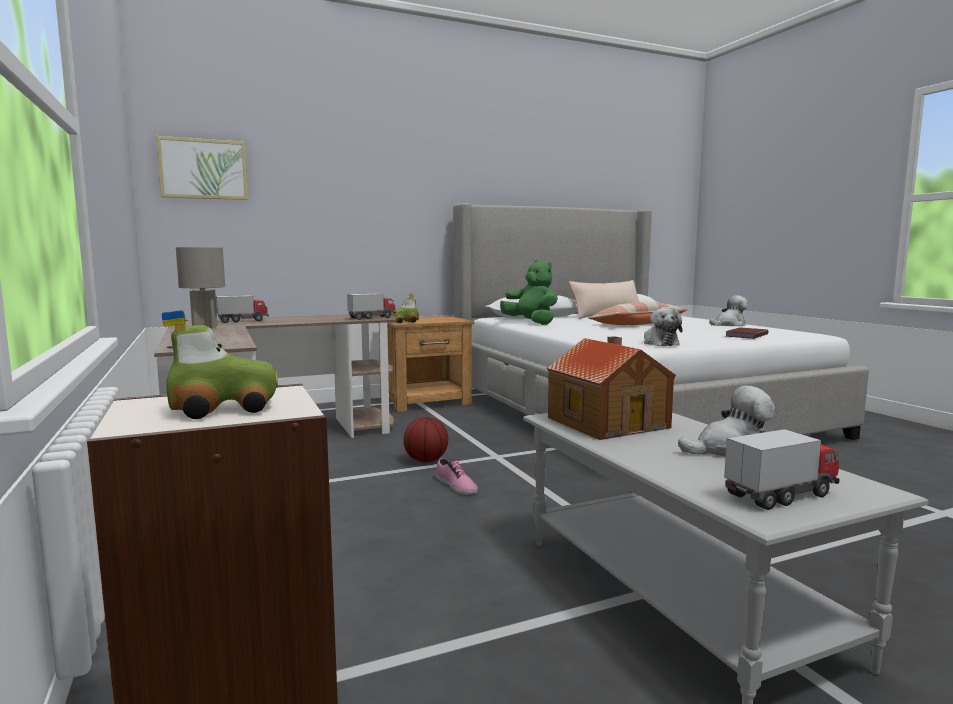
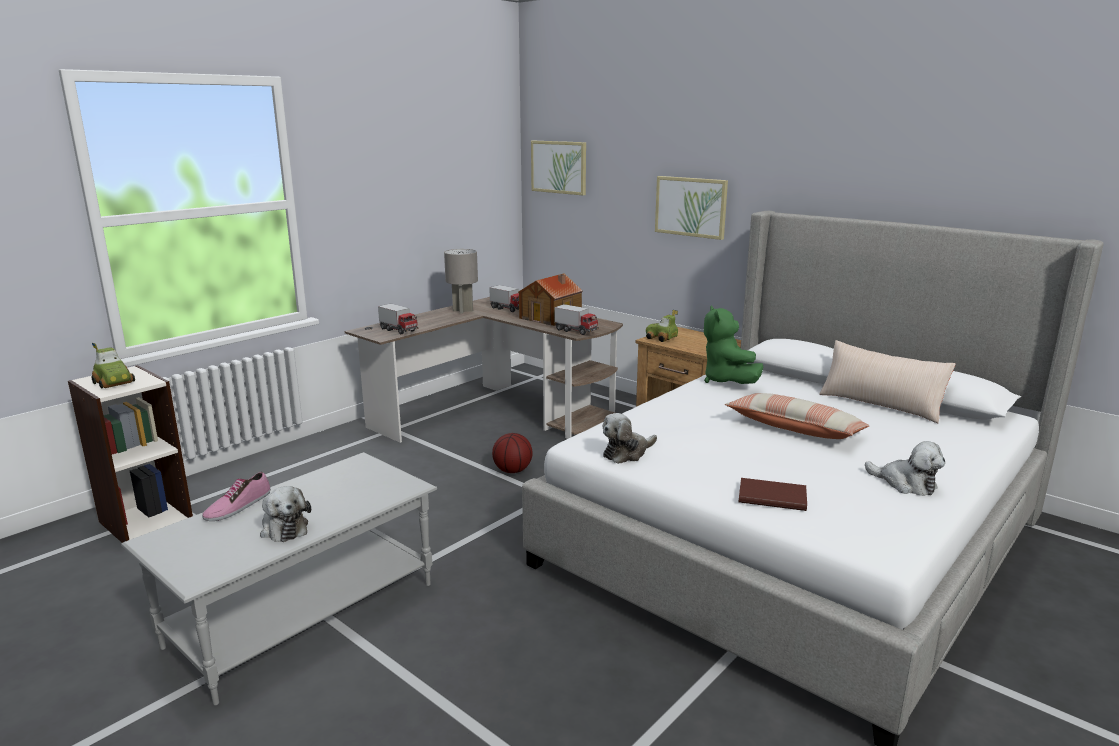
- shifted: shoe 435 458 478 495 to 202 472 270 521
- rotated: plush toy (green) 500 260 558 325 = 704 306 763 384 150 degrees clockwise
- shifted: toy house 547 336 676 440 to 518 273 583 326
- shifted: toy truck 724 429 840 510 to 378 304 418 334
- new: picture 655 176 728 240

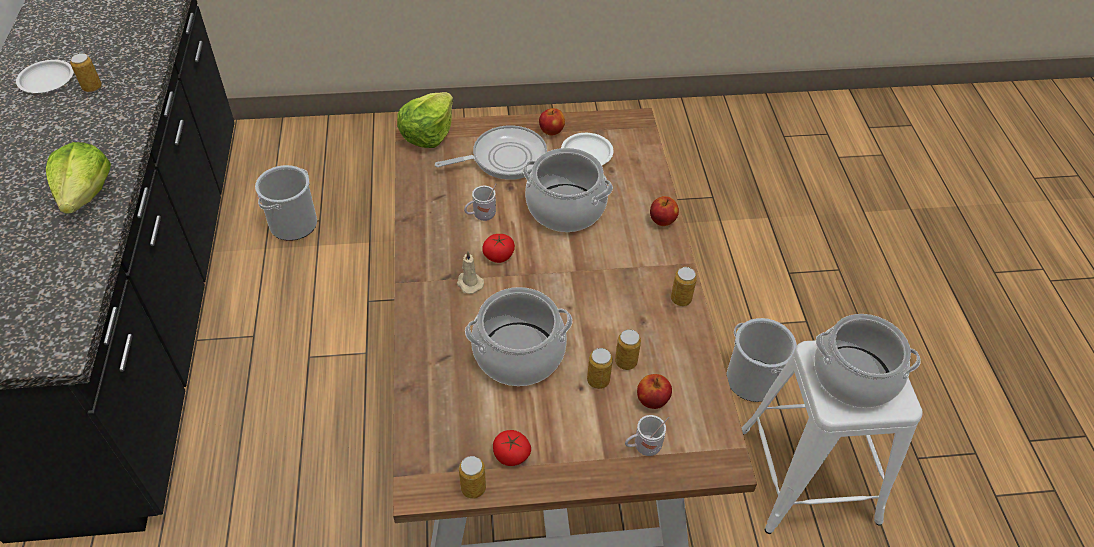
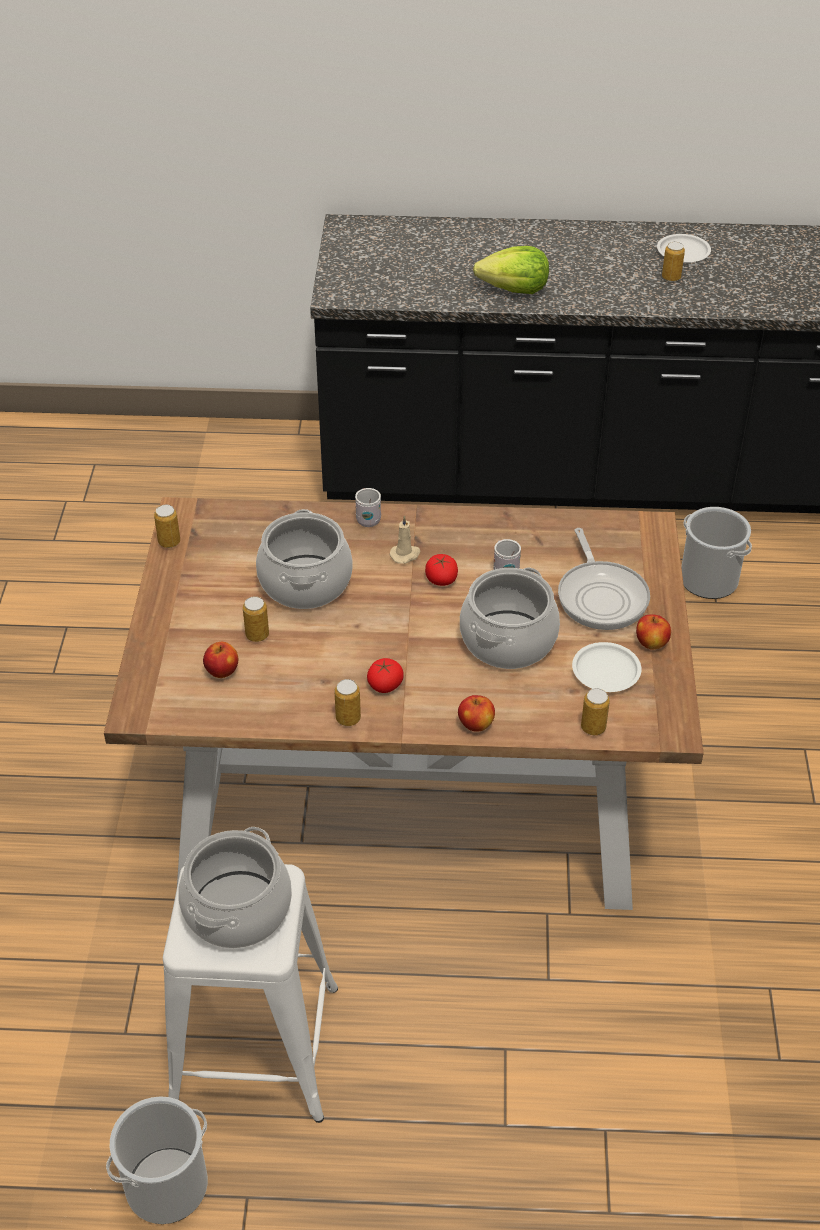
- gone: lettuce 397 92 453 148
- shifted: tomato 493 430 531 466 to 367 658 404 693
- shifted: can 615 329 641 370 to 581 688 610 735
- shifted: mug (white) 625 415 669 456 to 355 488 381 527
- shifted: bucket 726 318 797 402 to 106 1096 208 1224

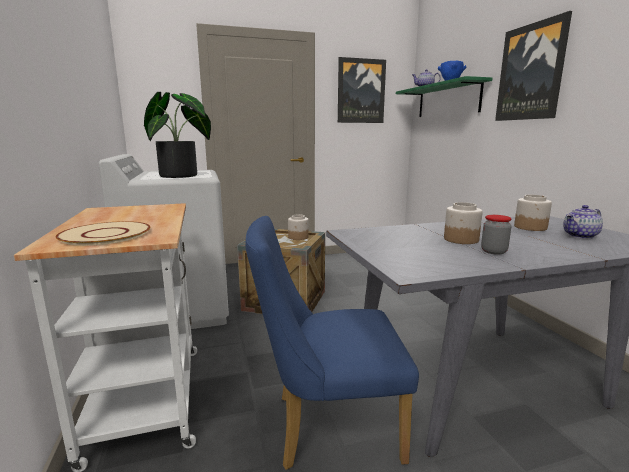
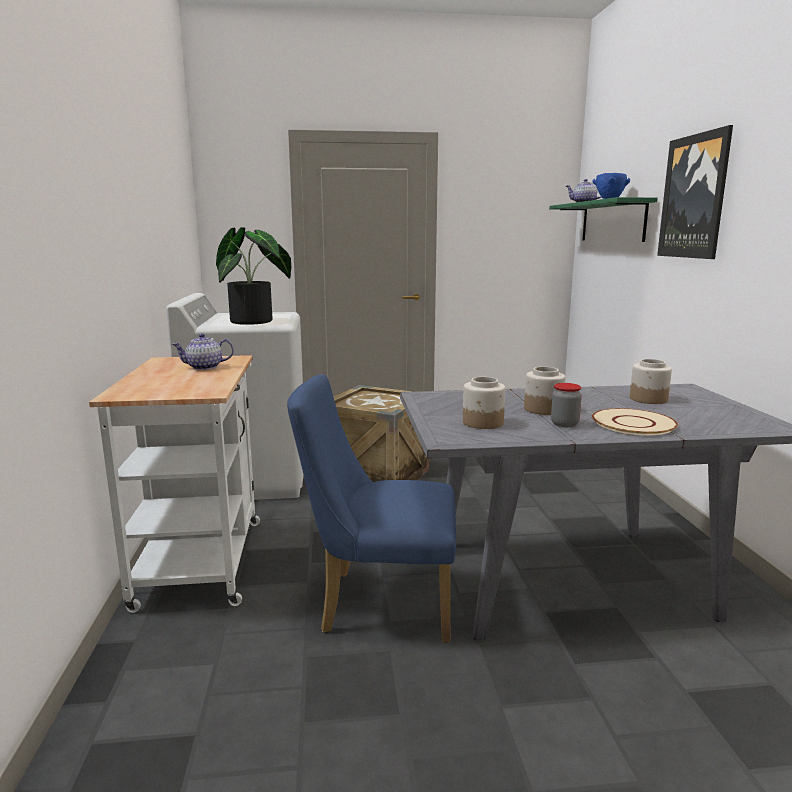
- shifted: plate (beige) 56 221 151 246 to 592 408 678 435
- shifted: jar 288 214 309 240 to 463 377 505 429
- gone: picture 338 57 386 123
- shifted: teapot 563 205 603 239 to 172 333 234 370

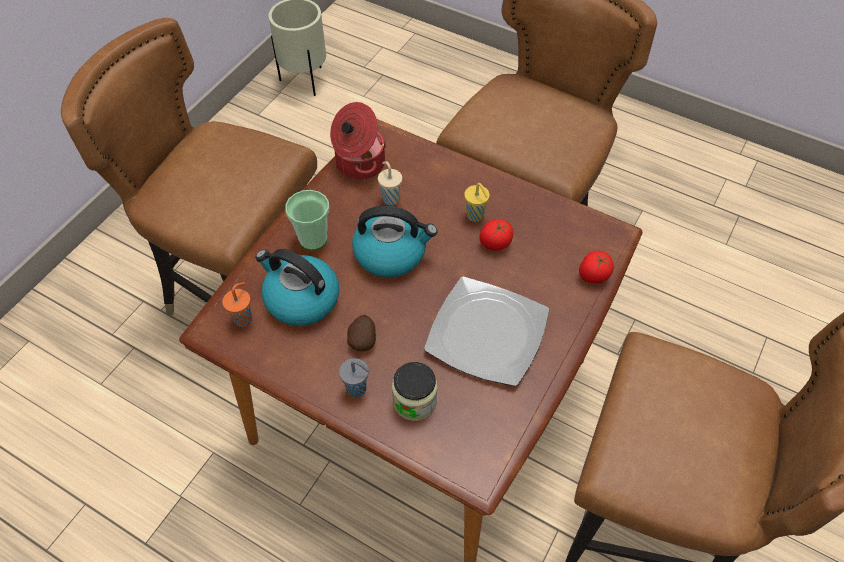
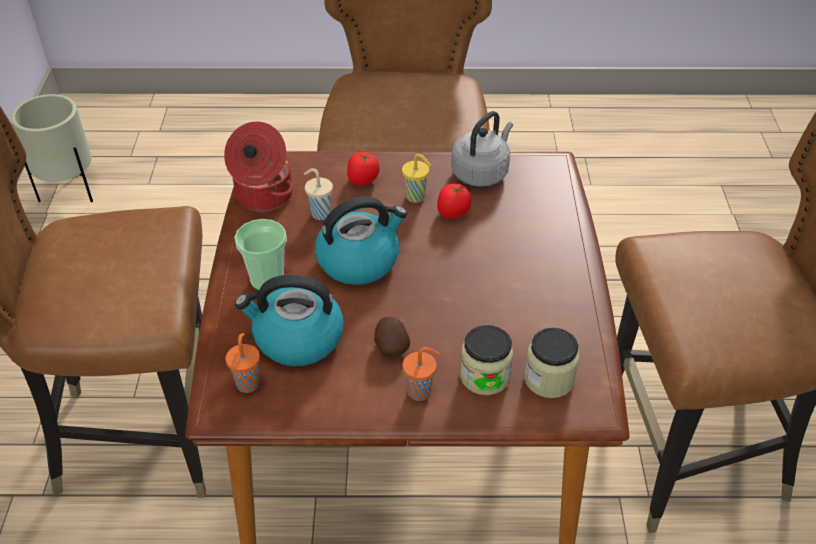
- repainted: cup (grey) 339 358 370 397 to cup (orange) 403 347 440 401
- gone: plate 424 277 549 386
- shifted: tomato 579 251 613 283 to 347 152 380 186
- new: kettle (grey) 451 111 513 187
- new: jar 524 327 579 398

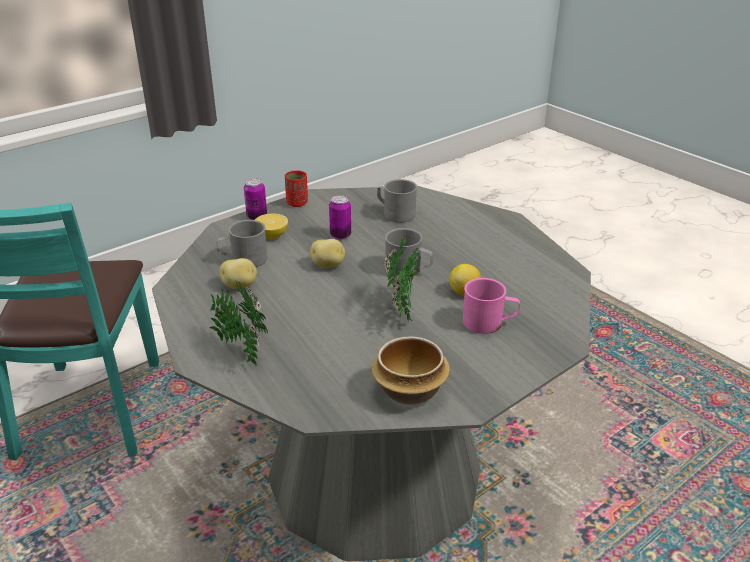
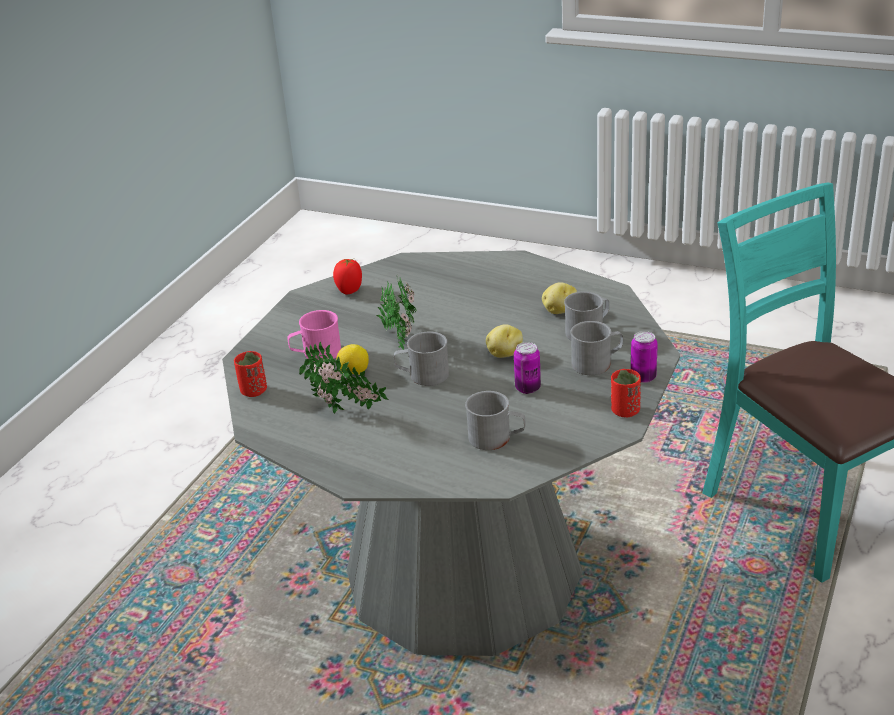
- shifted: potted plant 209 280 268 366 to 299 341 388 414
- swapped: lemon 255 214 288 239 to mug (grey) 570 321 623 375
- swapped: bowl 371 337 450 405 to tomato 333 259 362 294
- new: cup (red) 234 351 267 397

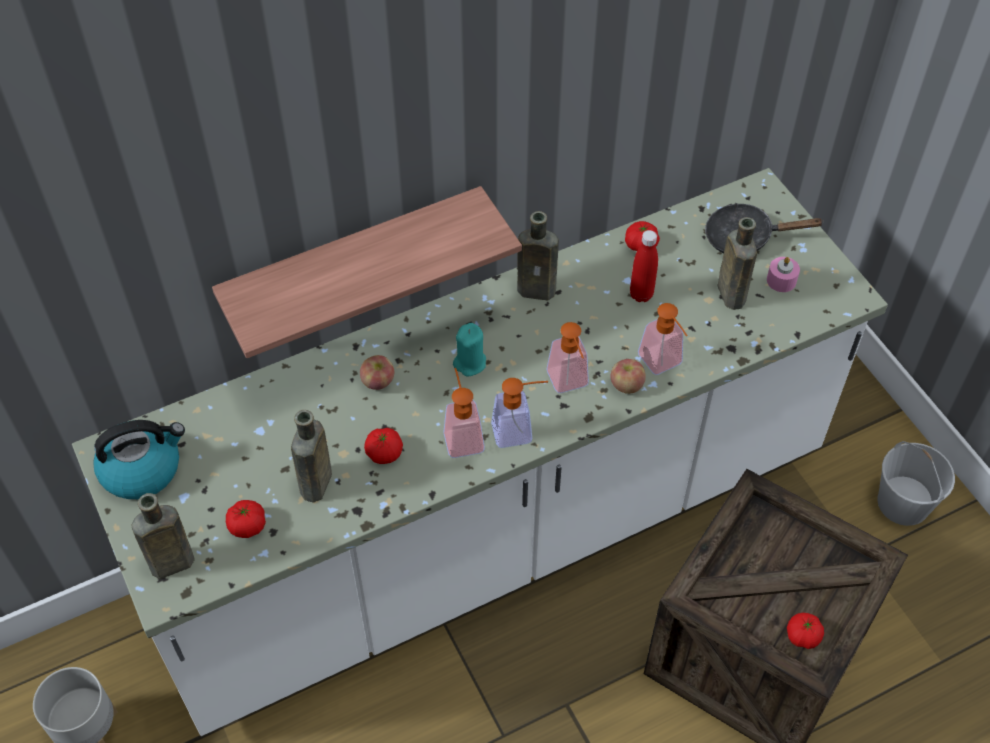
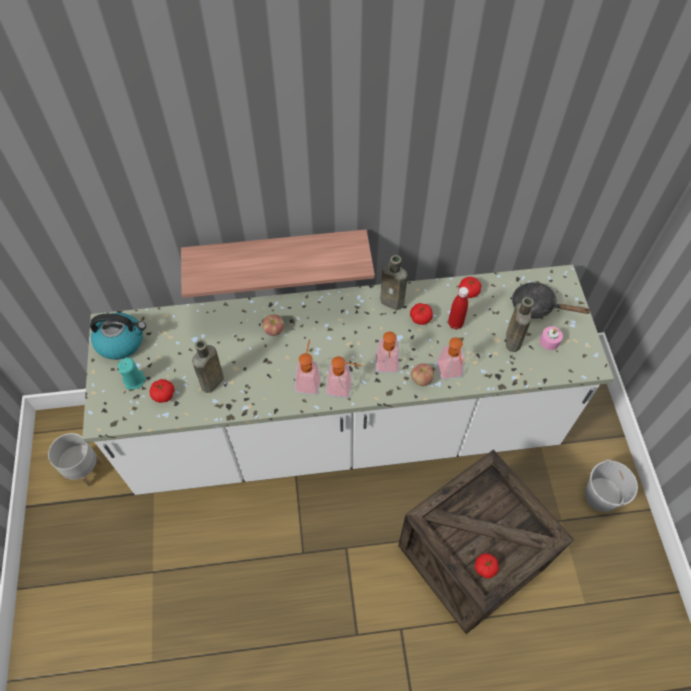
- gone: bottle (brown) 131 493 195 579
- shifted: tomato 364 428 403 464 to 410 303 433 325
- shifted: candle (turquoise) 453 323 486 377 to 117 358 146 389

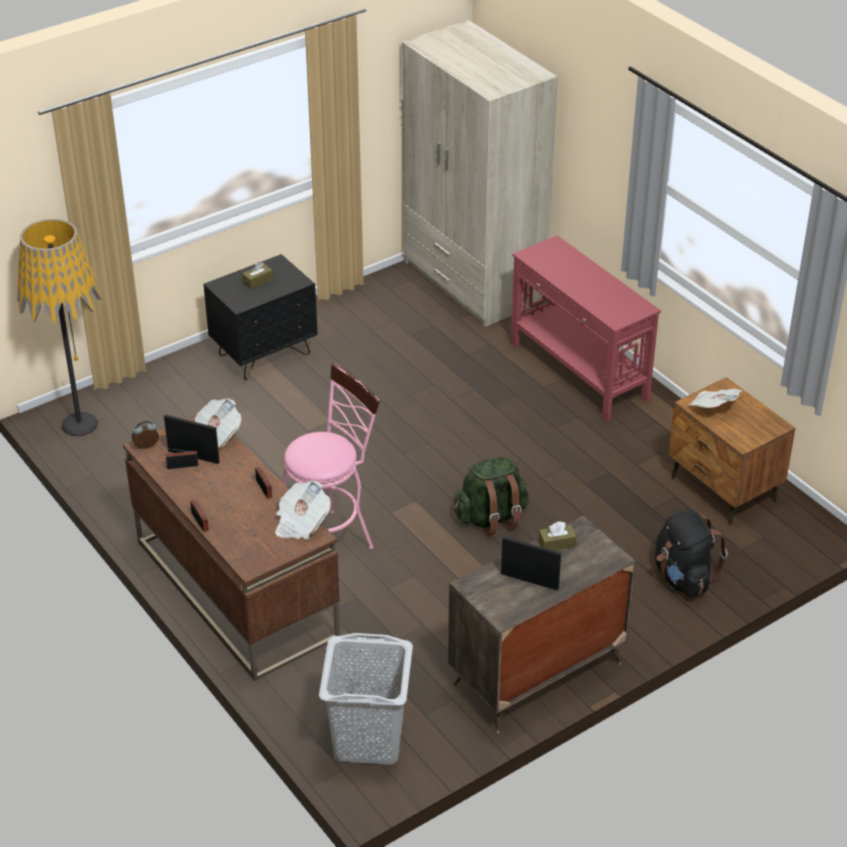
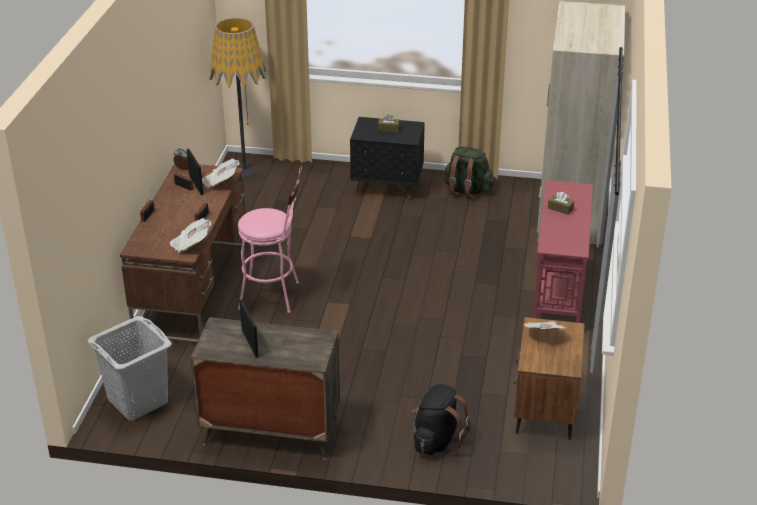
- shifted: backpack (green) 454 457 529 536 to 444 147 493 199
- shifted: tissue box (brown) 539 521 577 551 to 548 192 574 215

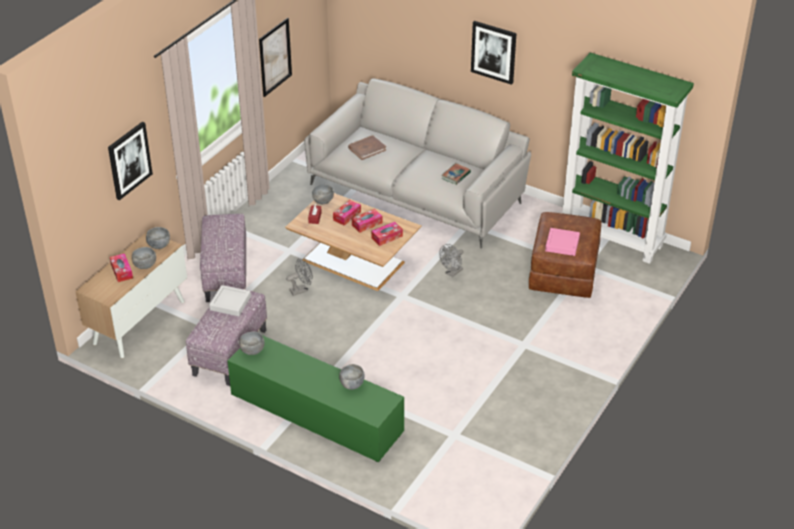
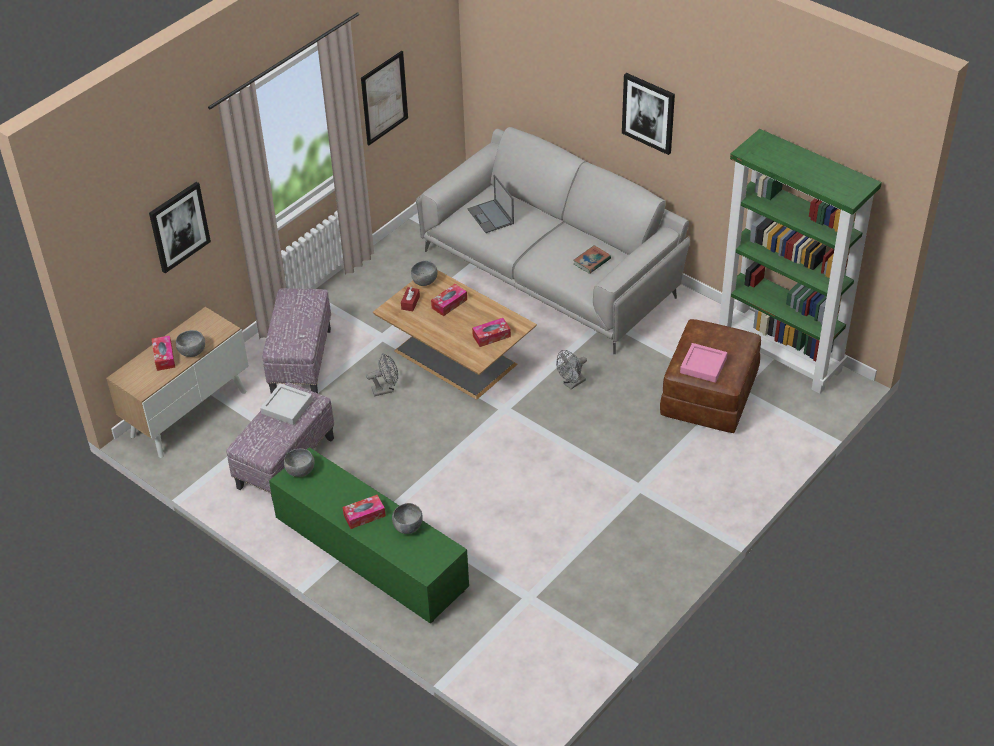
- gone: bowl (grey) 146 227 170 249
- swapped: book (brown) 348 136 386 160 to laptop 467 175 514 233
- shifted: tissue box 352 209 383 233 to 342 495 386 529

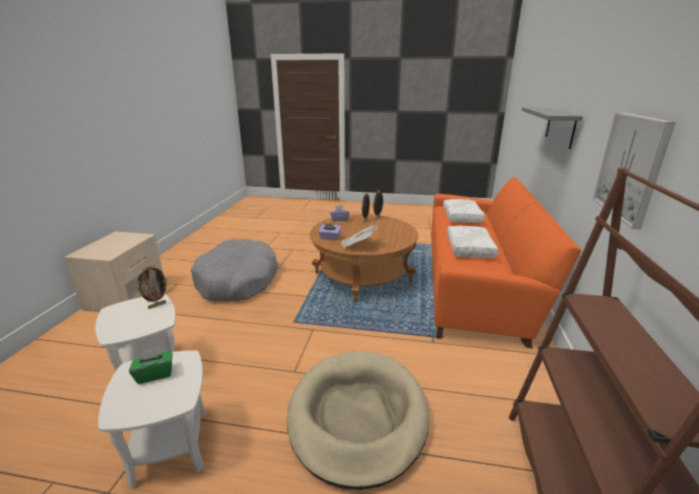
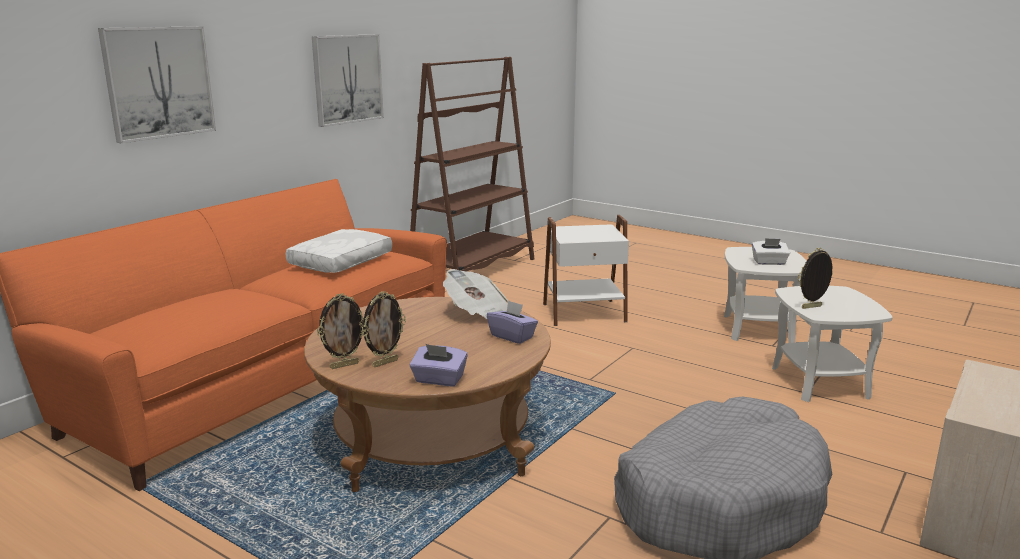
- repainted: tissue box (green) 129 347 173 384 to tissue box (white) 752 238 790 265
- swapped: dog bed (beige) 287 352 429 490 to side table (white) 543 215 629 326
- gone: pillow (white) 443 199 485 223
- swapped: shelf (grey) 522 107 583 149 to picture 98 26 216 143

